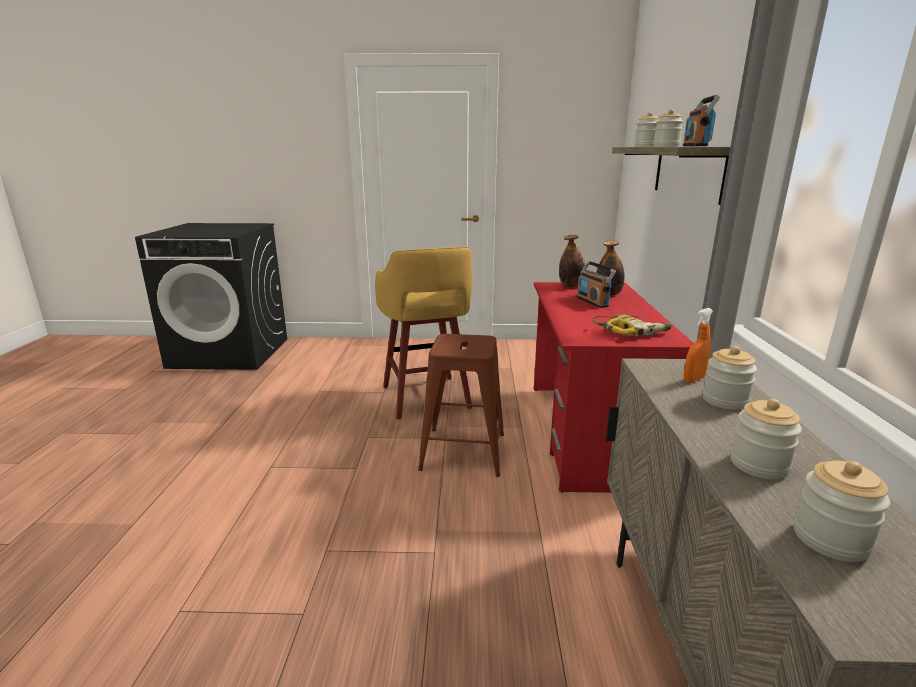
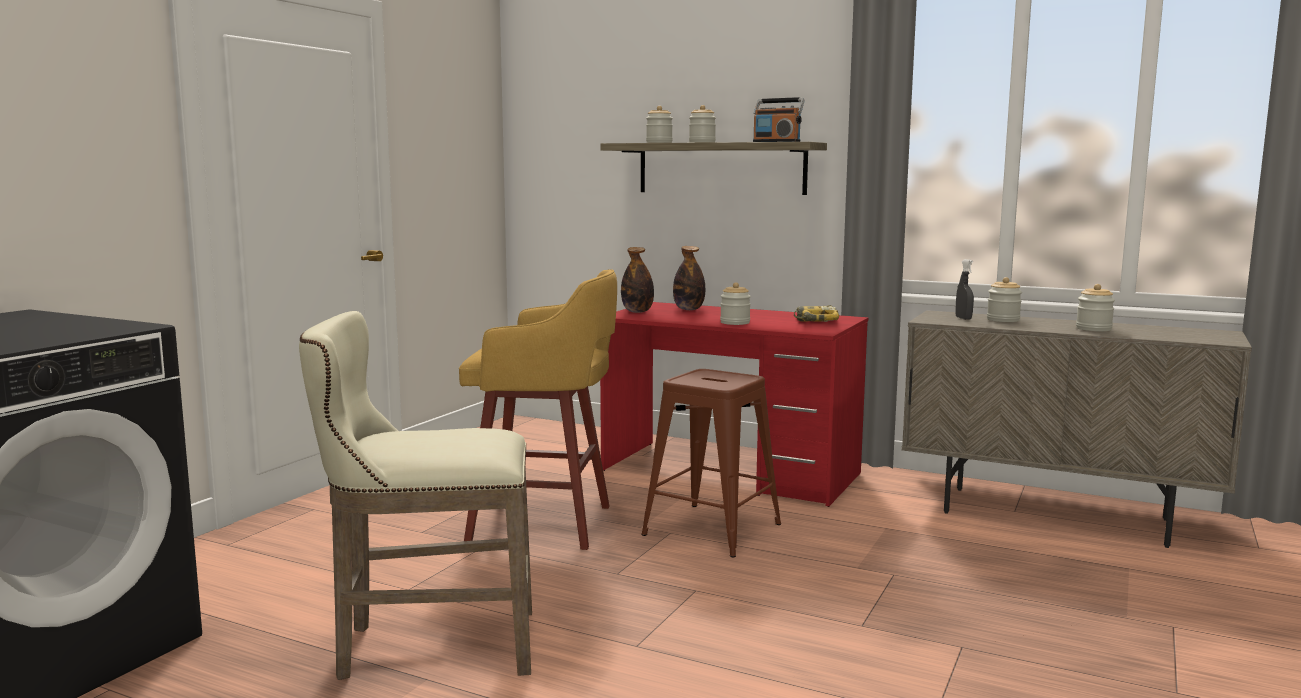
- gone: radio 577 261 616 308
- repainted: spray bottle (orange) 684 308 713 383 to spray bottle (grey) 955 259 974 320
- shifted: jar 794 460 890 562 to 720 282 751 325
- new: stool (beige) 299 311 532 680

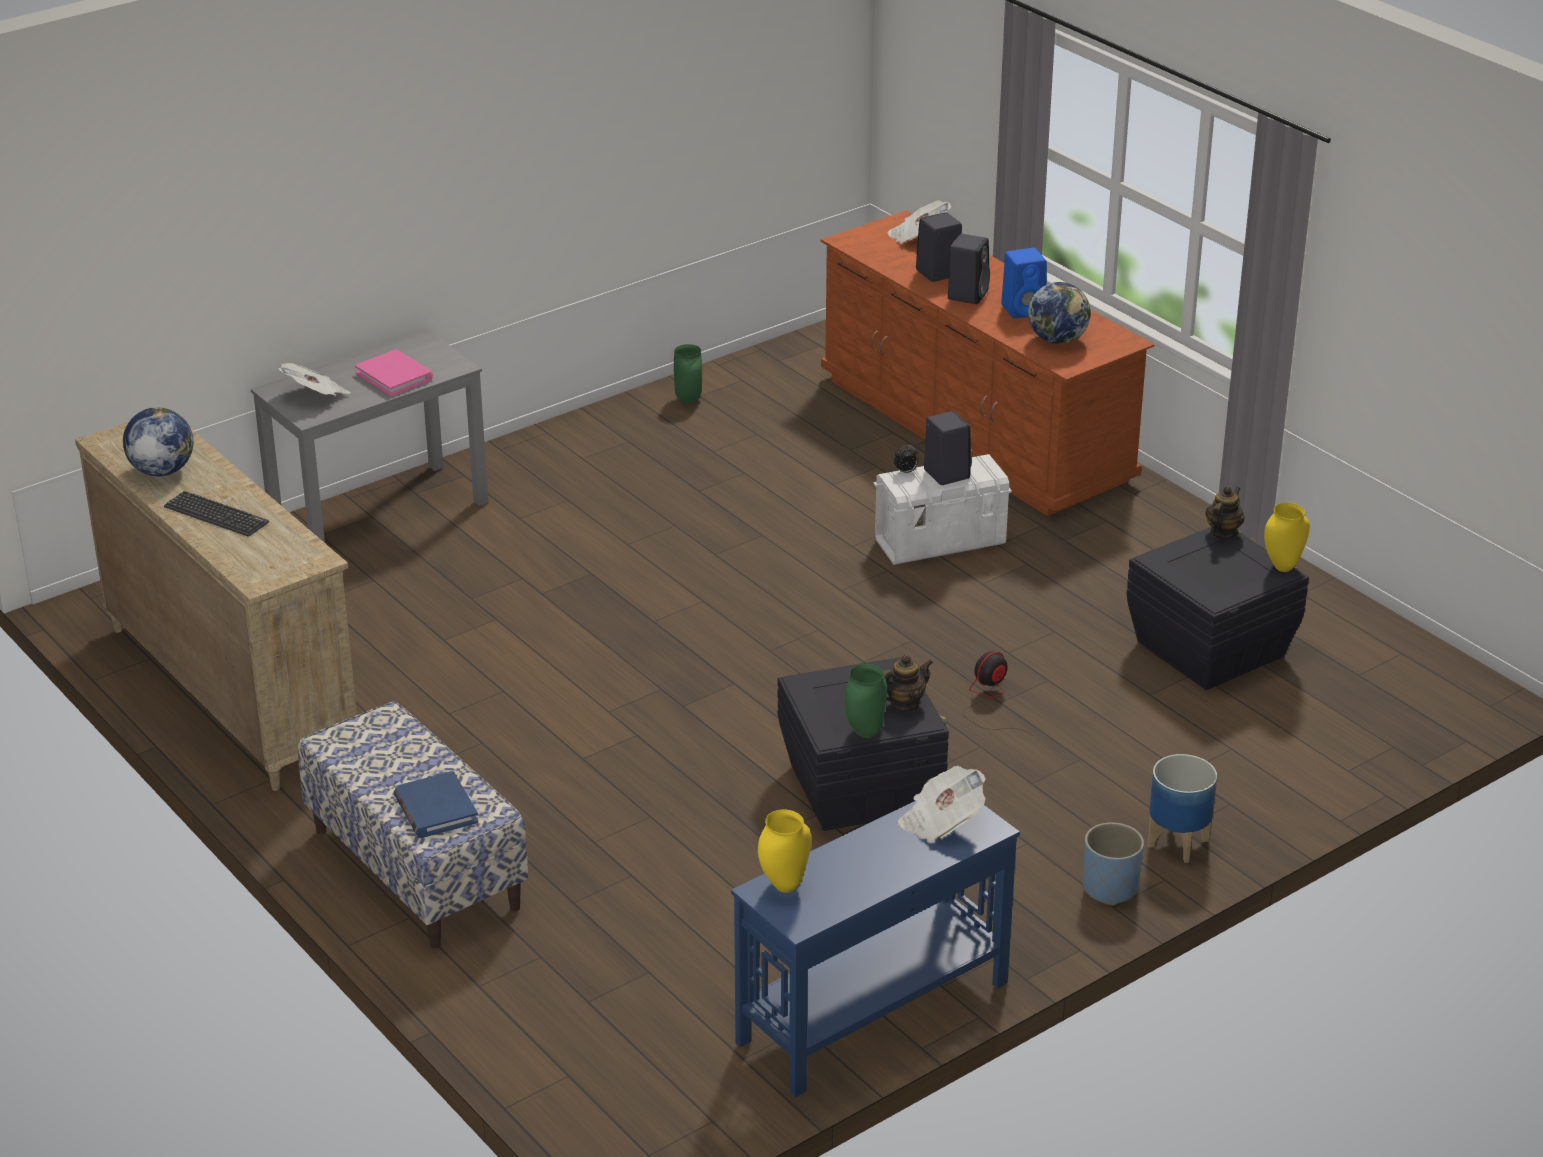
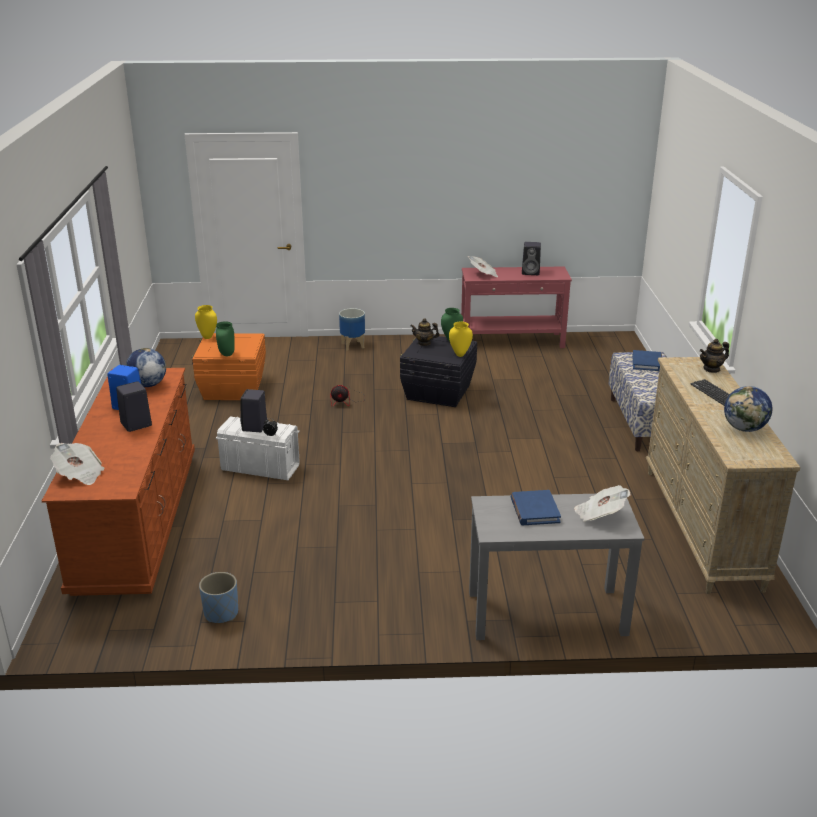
- repainted: book (pink) 355 349 433 397 to book (blue) 511 490 561 525
- shifted: vase (green) 674 344 702 403 to 216 321 235 356
- repainted: console table (blue) 731 801 1020 1098 to console table (red) 461 266 572 348
- shifted: vase (yellow) 758 810 811 893 to 449 321 473 357
- shifted: speaker (black) 916 212 962 282 to 522 242 541 275
- shifted: planter (blue) 1083 823 1144 906 to 199 572 238 623
- repainted: storage box (black) 1127 527 1309 690 to storage box (orange) 191 333 266 400
- shifted: teapot 1205 486 1245 539 to 700 339 729 373

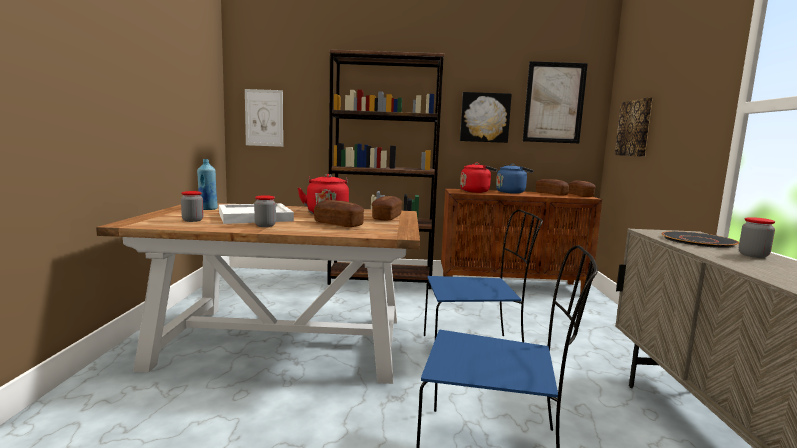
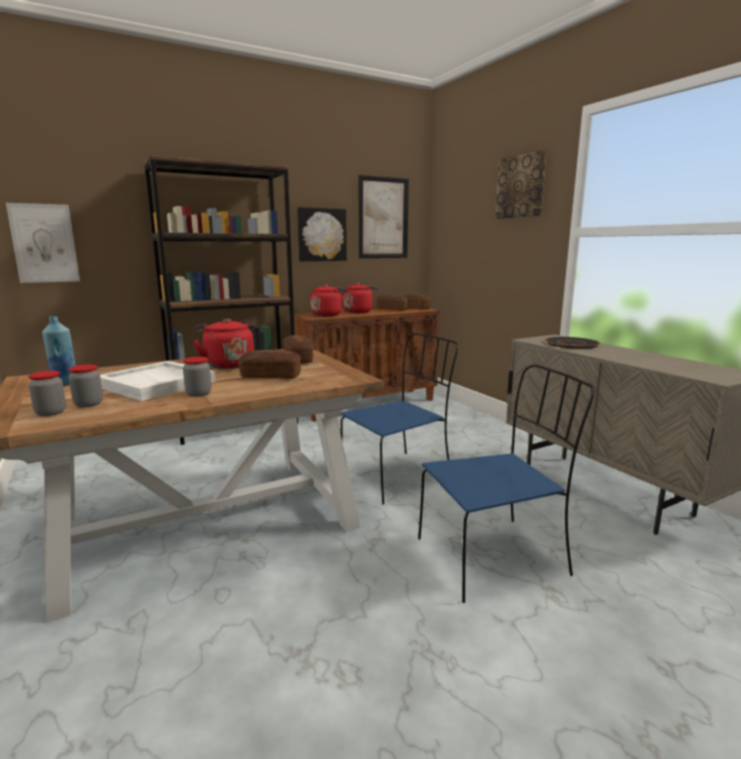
- repainted: kettle (blue) 496 164 534 194 to kettle (red) 341 283 378 313
- shifted: picture 615 98 653 157 to 495 150 547 219
- shifted: jar 739 217 775 258 to 28 371 66 416

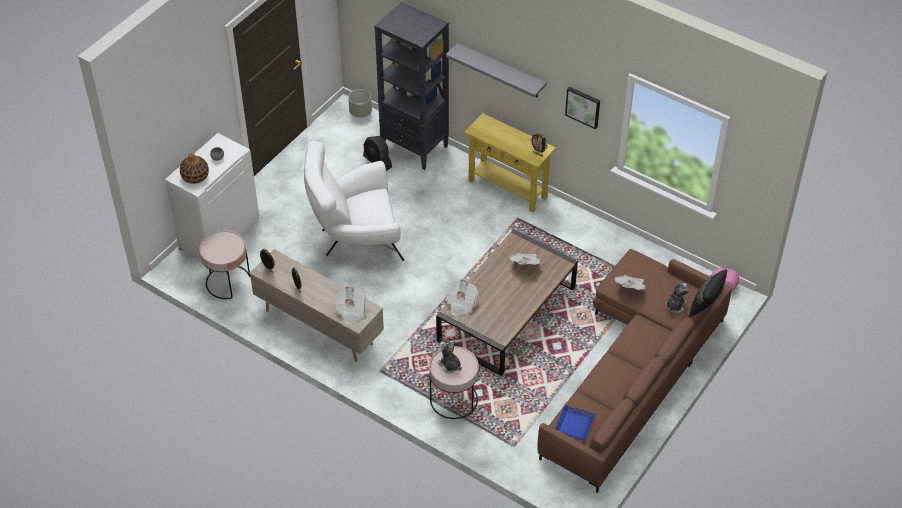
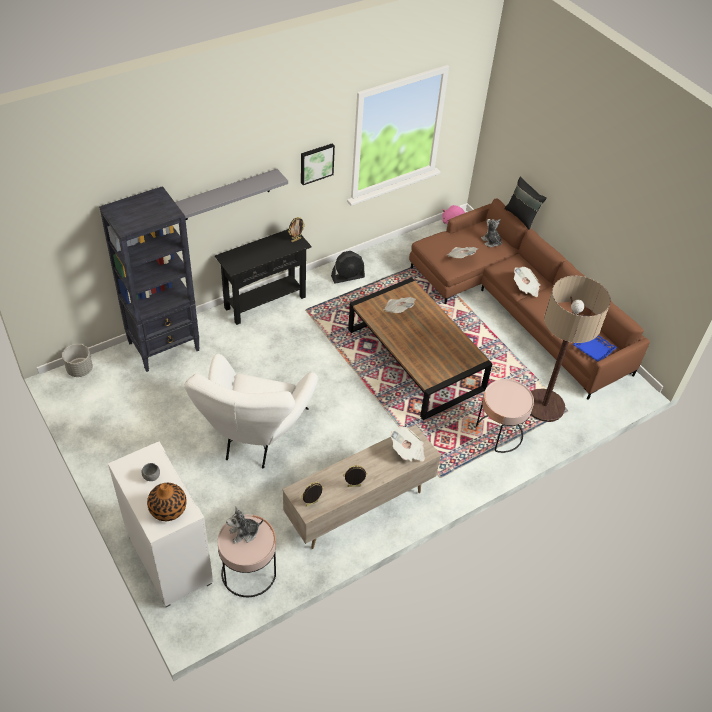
- shifted: fan (black) 363 136 392 171 to 331 251 365 283
- shifted: plush toy 437 341 462 374 to 226 507 263 544
- shifted: newspaper 446 279 478 316 to 514 267 540 297
- repainted: console table (yellow) 464 113 556 213 to console table (black) 215 229 312 325
- new: floor lamp 531 276 611 422

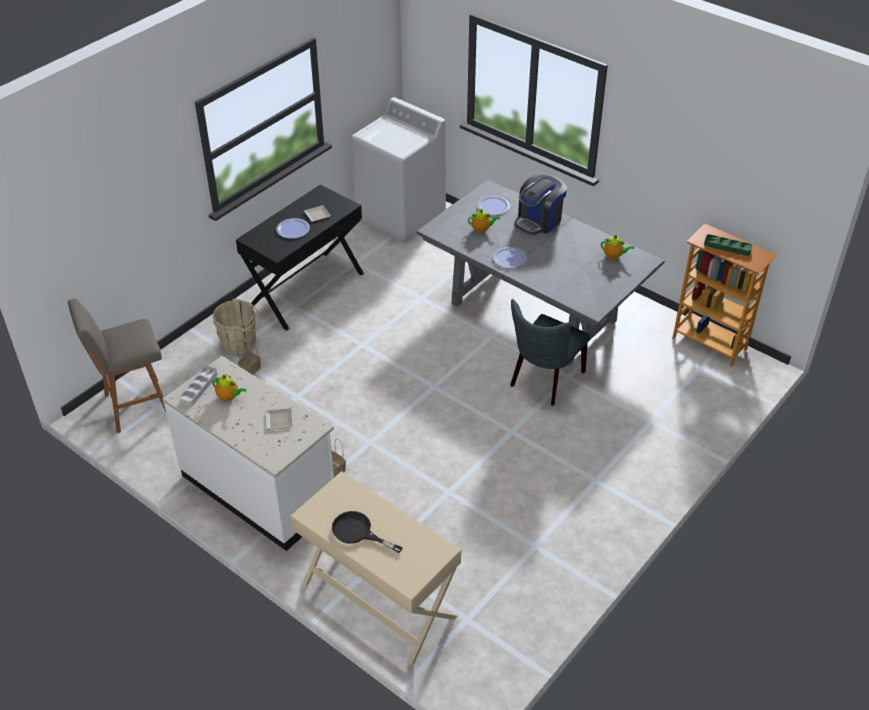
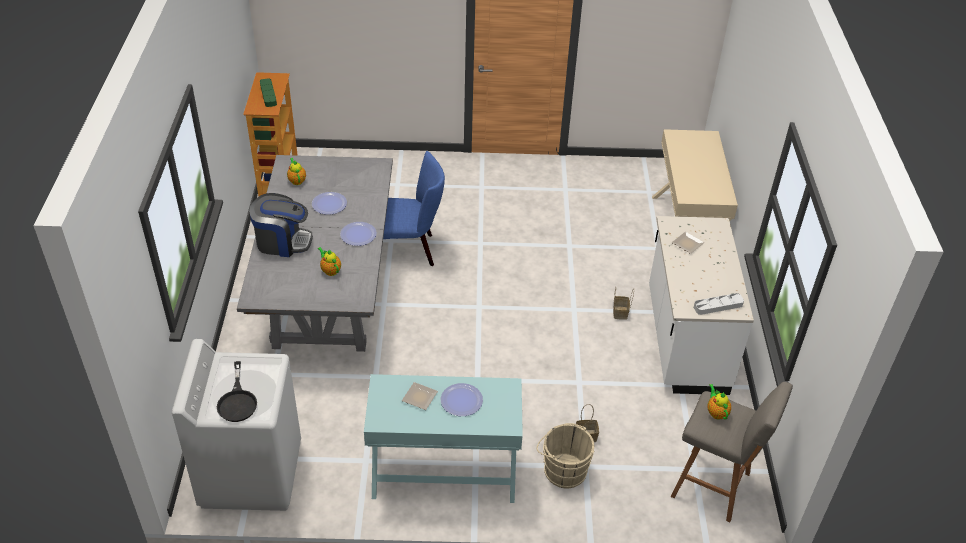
- shifted: teapot 212 375 246 401 to 708 384 731 420
- repainted: console table (black) 236 185 364 330 to console table (turquoise) 364 374 523 503
- shifted: frying pan (black) 332 511 403 553 to 217 361 257 422
- shifted: plate 477 196 510 215 to 312 192 347 214
- repainted: chair (grey) 511 299 590 406 to chair (blue) 383 151 445 266

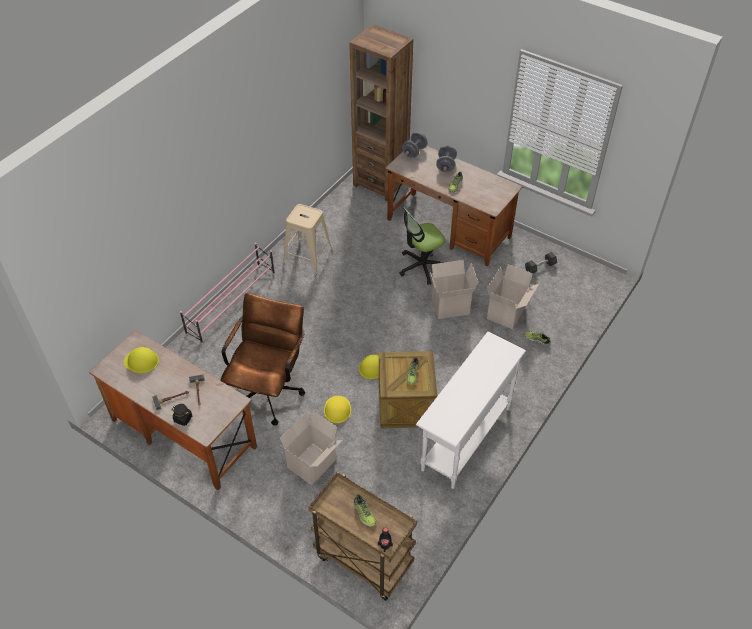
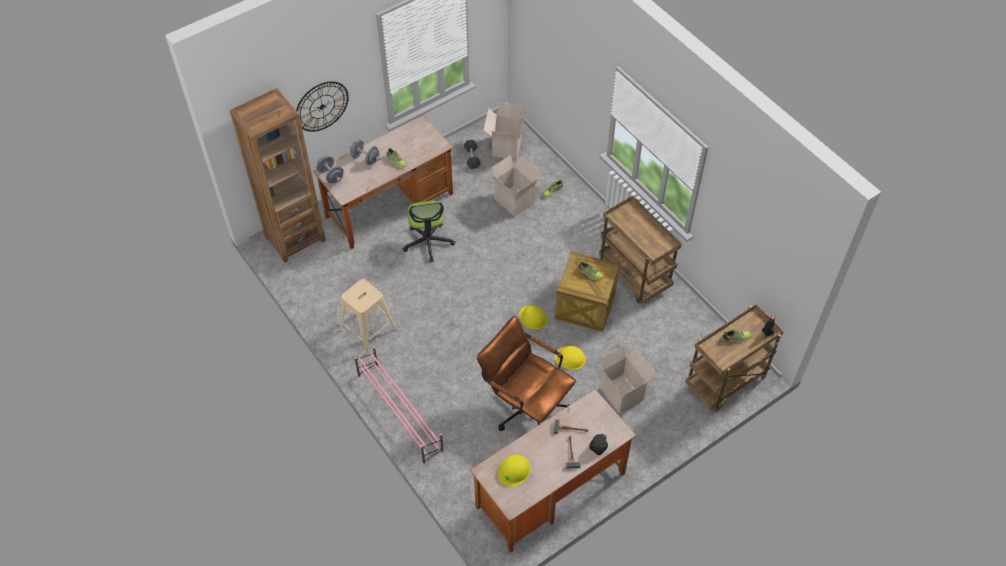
- swapped: console table (white) 416 332 526 489 to cart (brown) 599 196 682 303
- shifted: cardboard box 429 260 479 319 to 483 103 526 159
- new: wall clock 296 81 349 132

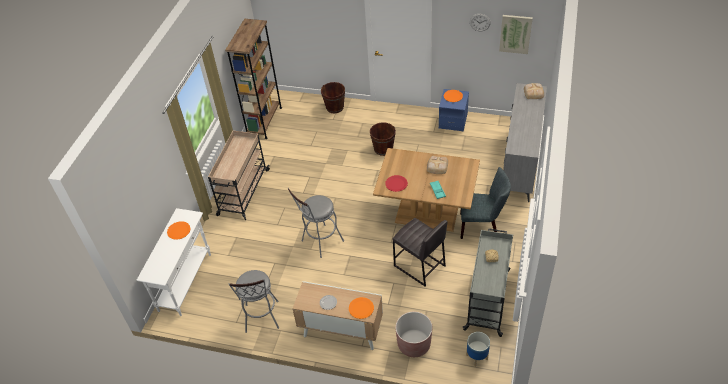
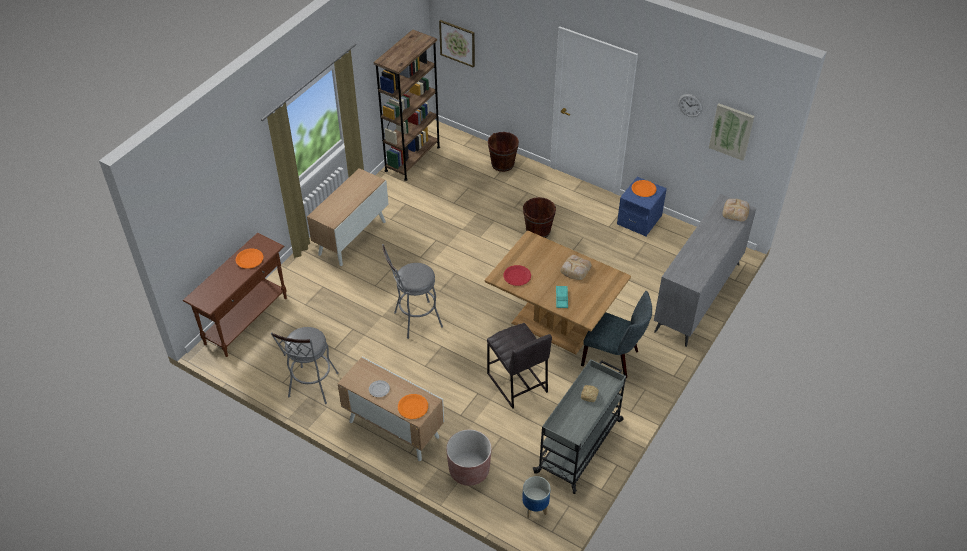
- repainted: console table (white) 136 208 211 316 to console table (brown) 183 233 287 357
- swapped: cart (beige) 208 131 270 220 to cabinet 307 168 389 266
- new: picture 439 20 475 68

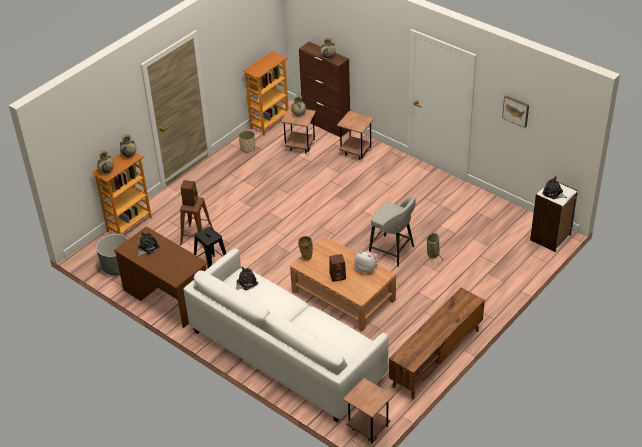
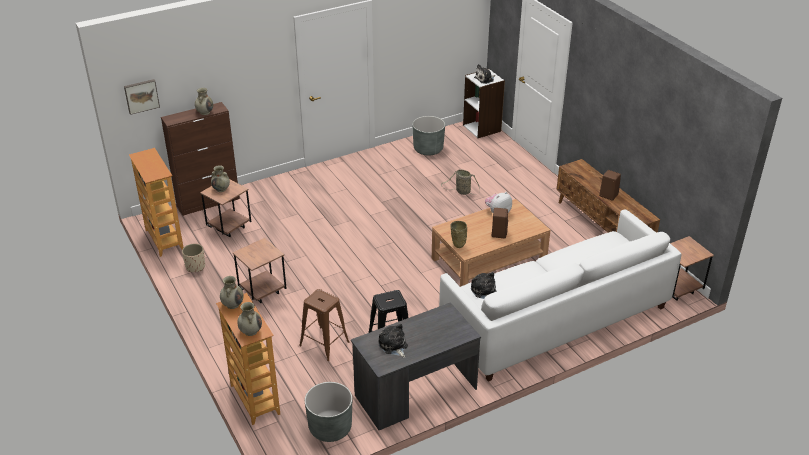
- repainted: desk (brown) 114 226 208 328 to desk (grey) 351 302 481 430
- shifted: speaker (brown) 180 180 198 206 to 599 170 621 201
- shifted: side table (brown) 337 111 374 160 to 233 238 287 303
- gone: stool (grey) 369 196 416 266
- shifted: picture 502 95 529 128 to 124 79 160 115
- new: planter (grey) 412 116 445 156

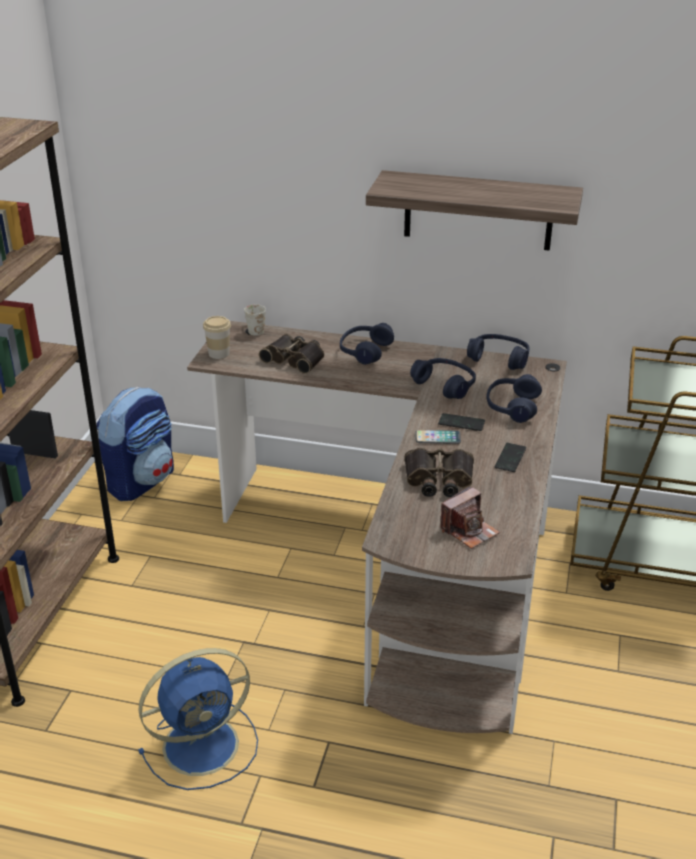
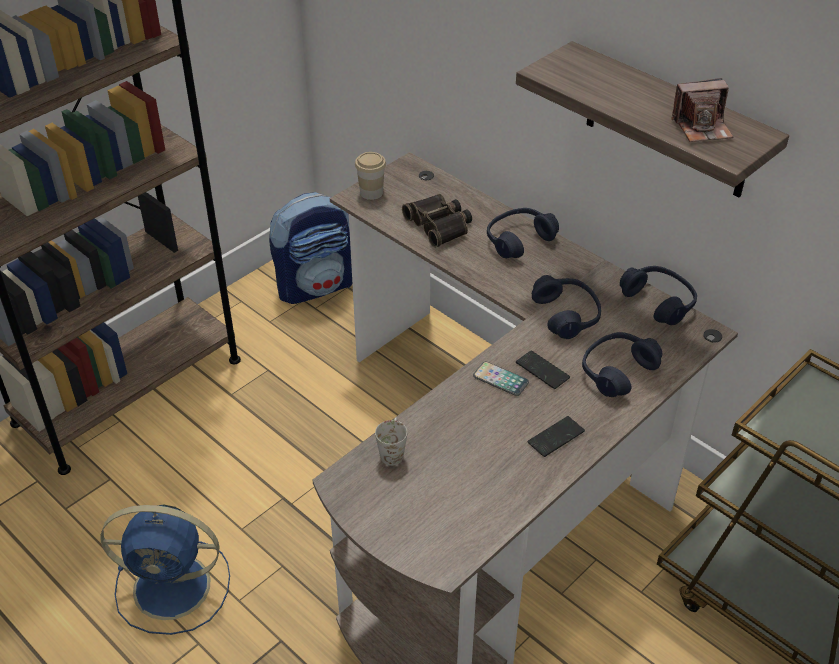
- shifted: mug (white) 244 304 266 336 to 375 417 407 466
- gone: binoculars 405 448 474 497
- shifted: photo camera 440 486 500 549 to 671 78 733 142

